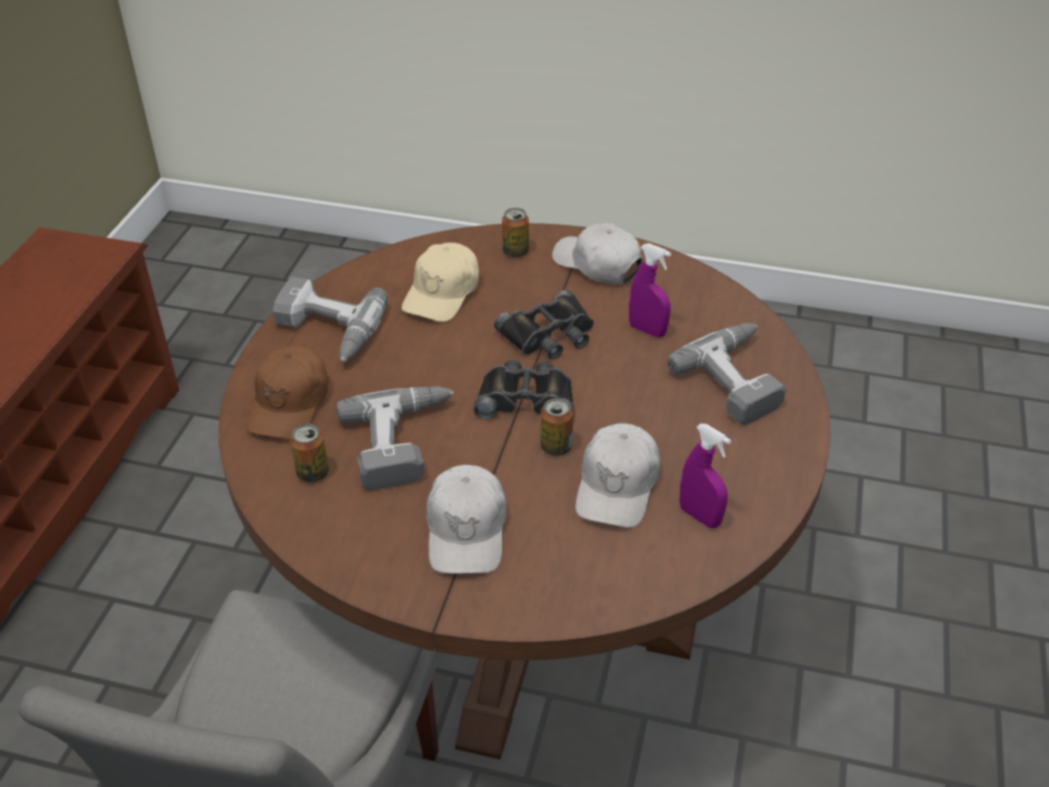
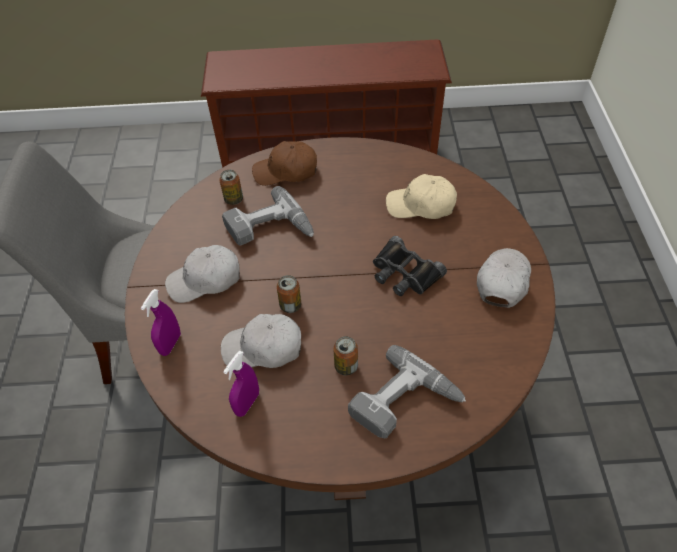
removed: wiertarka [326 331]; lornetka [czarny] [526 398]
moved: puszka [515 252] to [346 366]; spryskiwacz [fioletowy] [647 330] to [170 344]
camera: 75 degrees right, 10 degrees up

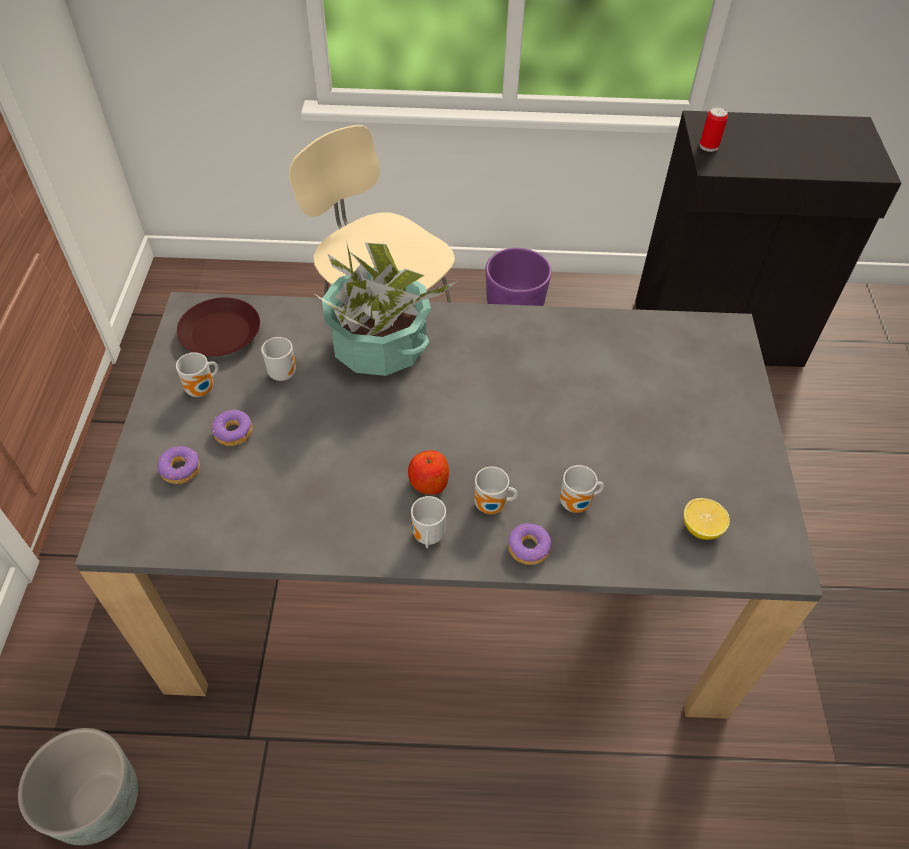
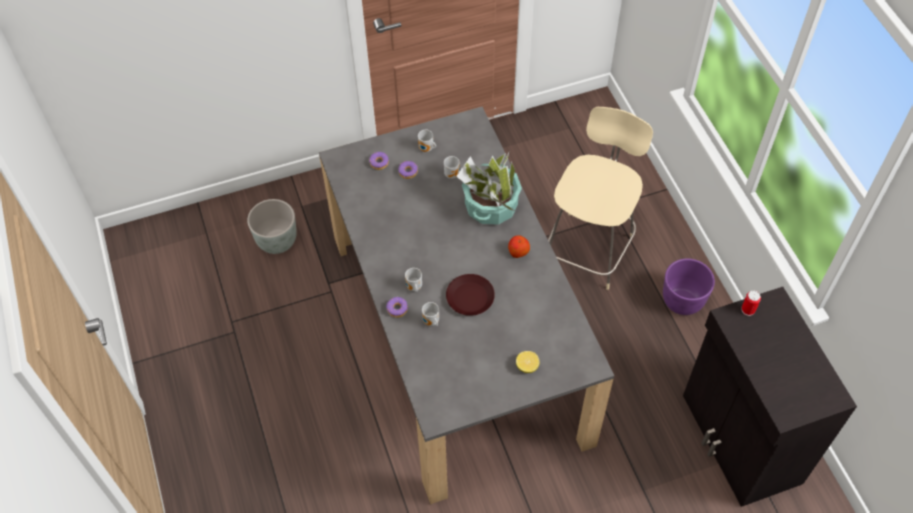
removed: kubek [427 537]
moved: talerz [brązowy] [221 333] to [470 298]; jabłko [428 482] to [518 251]; cytryna [701 528] to [527 366]
camera: 70 degrees right, 5 degrees up

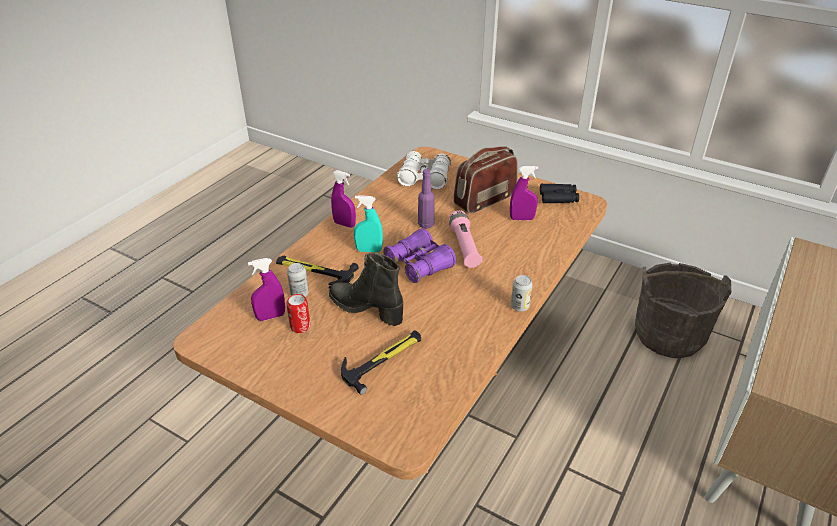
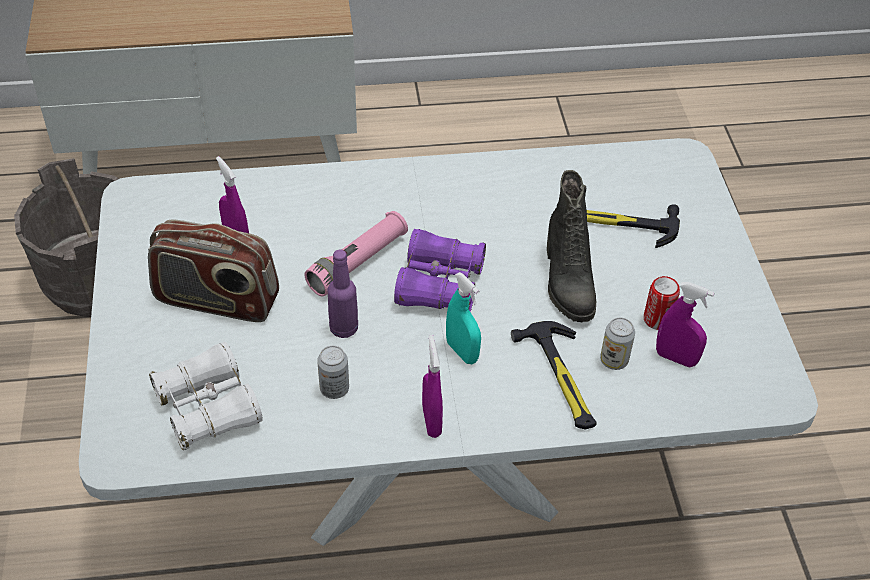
removed: lornetka [czarny] [558 198]
moved: puszka [519 306] to [334 389]
recoloured: stół jadalny [brązowy] [419 399] to stół jadalny [biały] [429 468]
camera: 130 degrees left, 10 degrees up

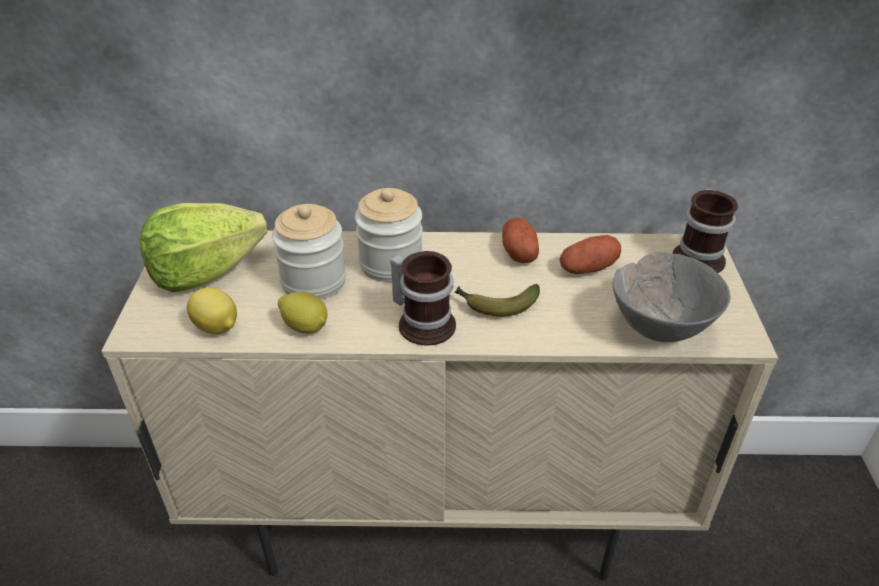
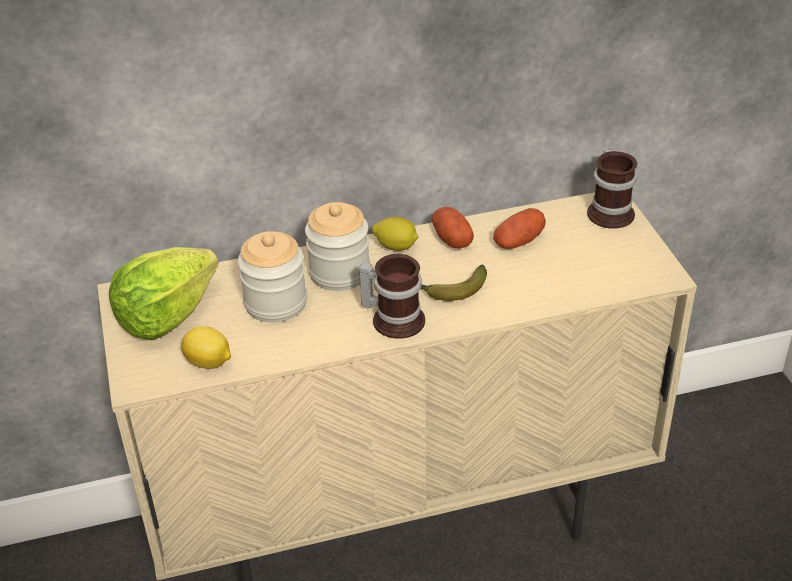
removed: miska [szary] [659 327]
moved: cytryna [305 326] to [396 247]
camera: 15 degrees left, 0 degrees up

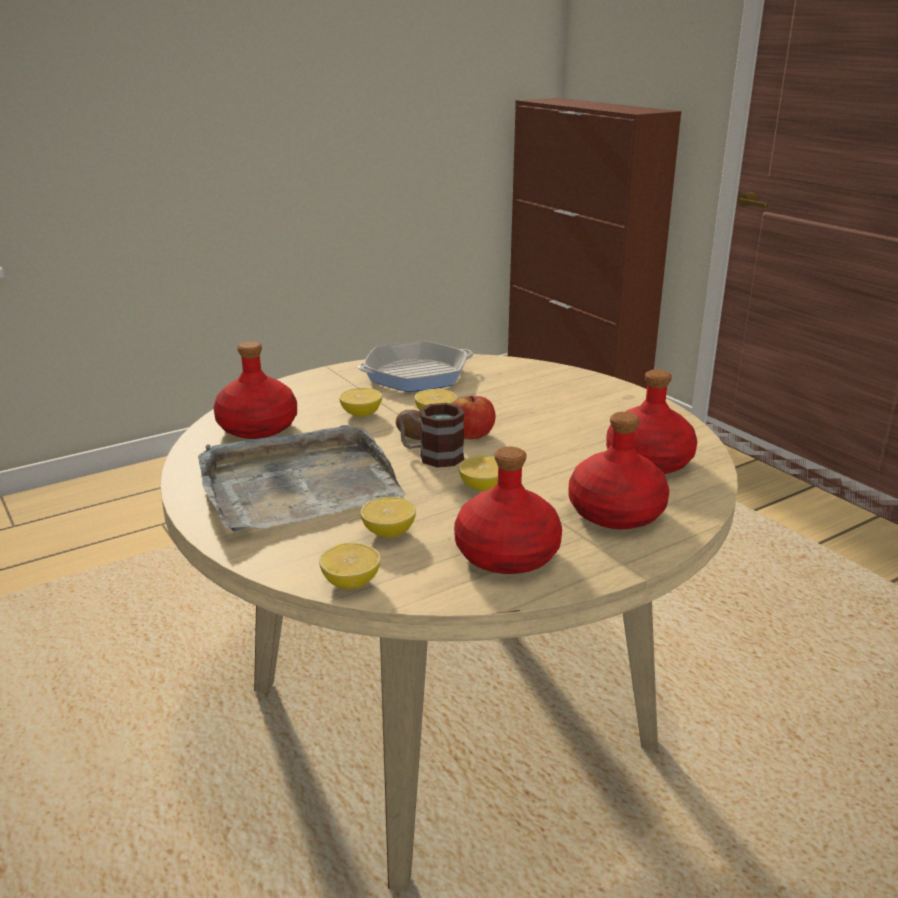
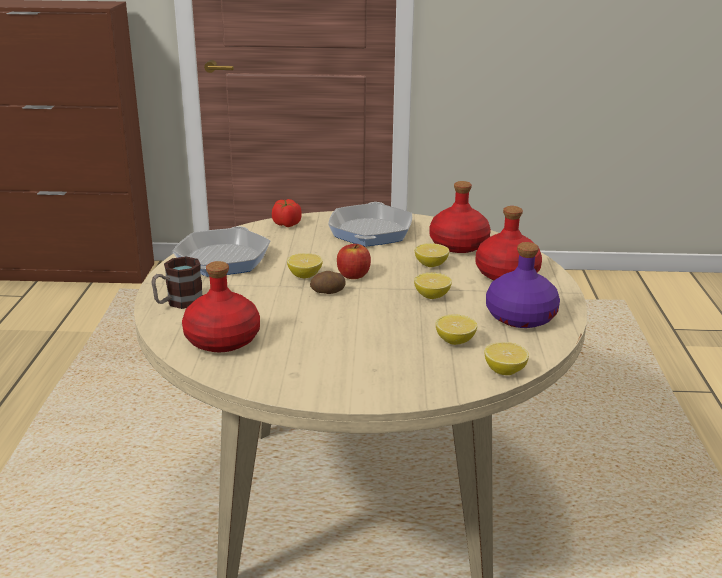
removed: taca [szary] [297 485]
added: pomidor [287 224]; patelnia [370 231]
moved: cytryna [361 414] to [431 265]; kubek [432 456] to [178 303]
recoloured: butelka [czerwony] [506 554] to butelka [fioletowy] [519 316]
camera: 55 degrees left, 0 degrees up

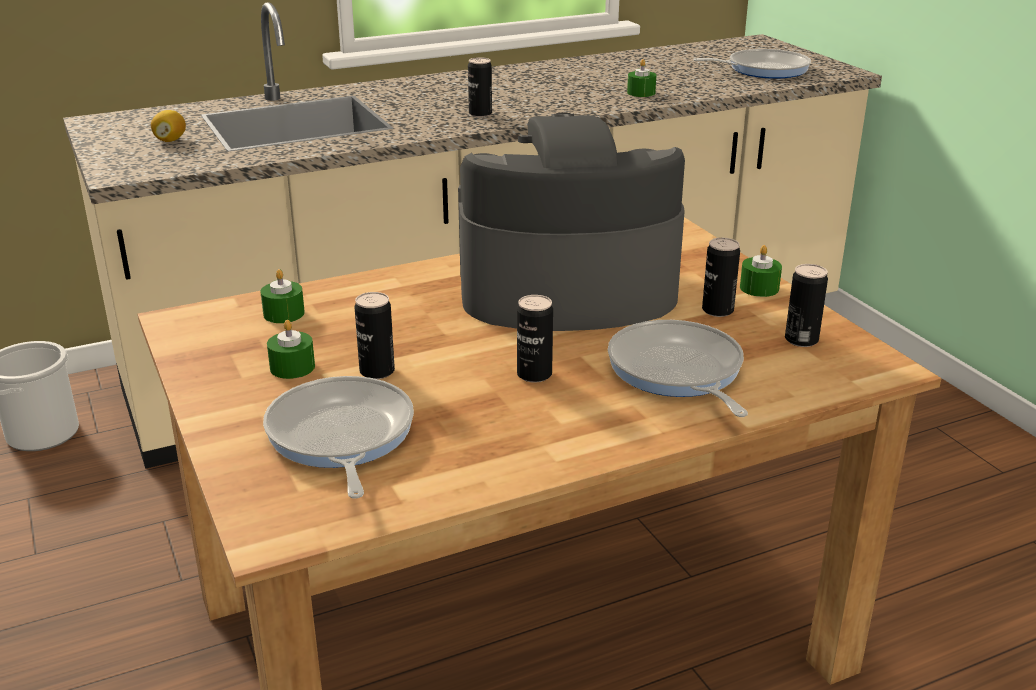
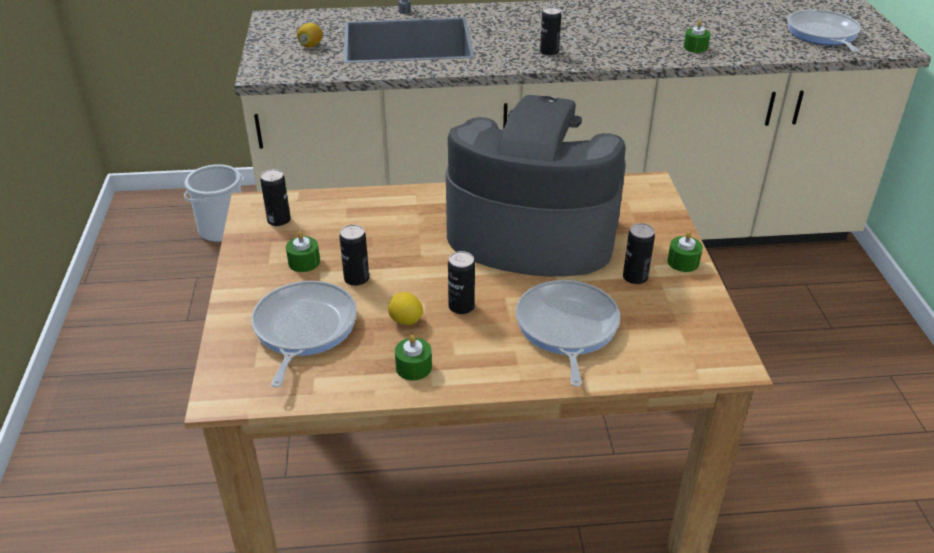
added: cytryna [405 321]
moved: świeca [zielony] [284 314] to [413 367]; puszka [801 340] to [279 220]
turned: patelnia [763 69] = [823 34] 105 degrees counterclockwise
camera: 20 degrees right, 10 degrees up

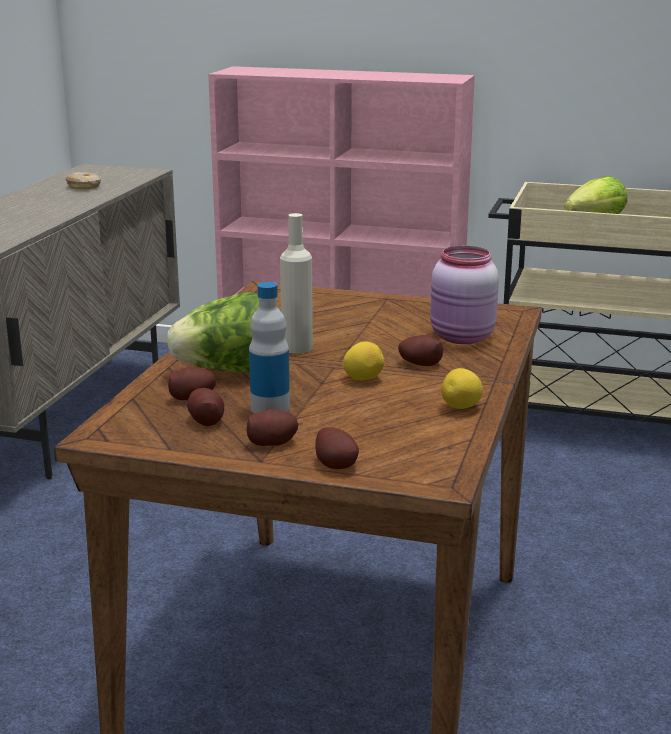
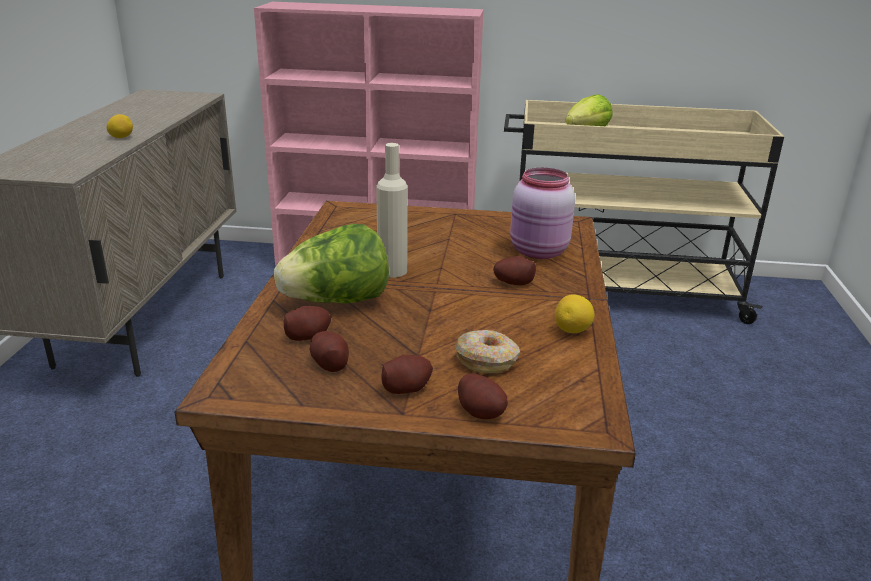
removed: butelka [270 408]
moved: donut [84 187] to [487 360]; cytryna [363 378] to [121 137]
camera: 10 degrees left, 5 degrees up

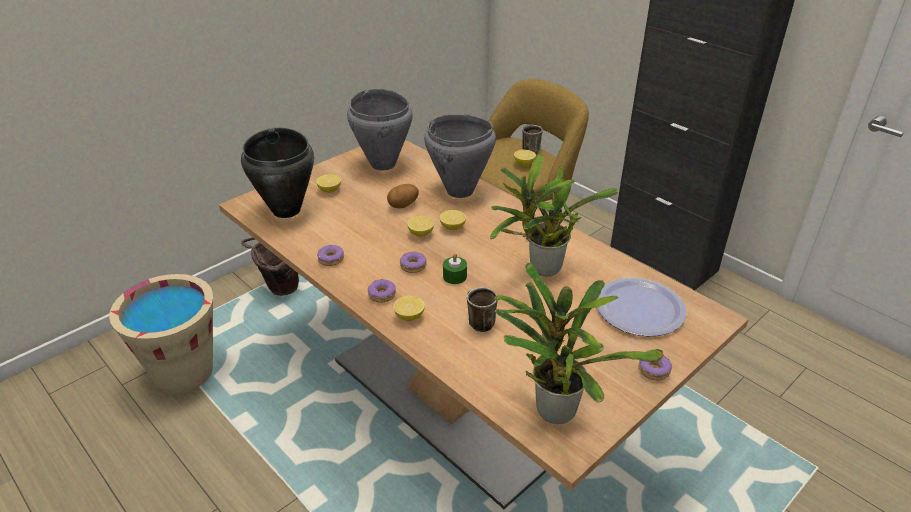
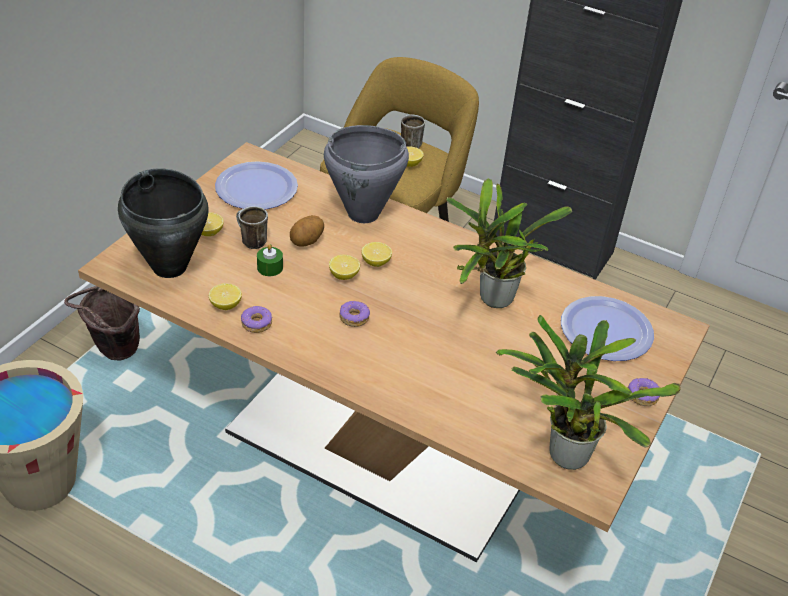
removed: donut [381 295]
moved: cytryna [409 316] to [225 305]; świeca [zielony] [454 276] to [270 268]; kubek [478 322] to [250 241]
replaced: garnek [szary] [383 164] to talerz [256 188]
camera: 20 degrees left, 5 degrees up

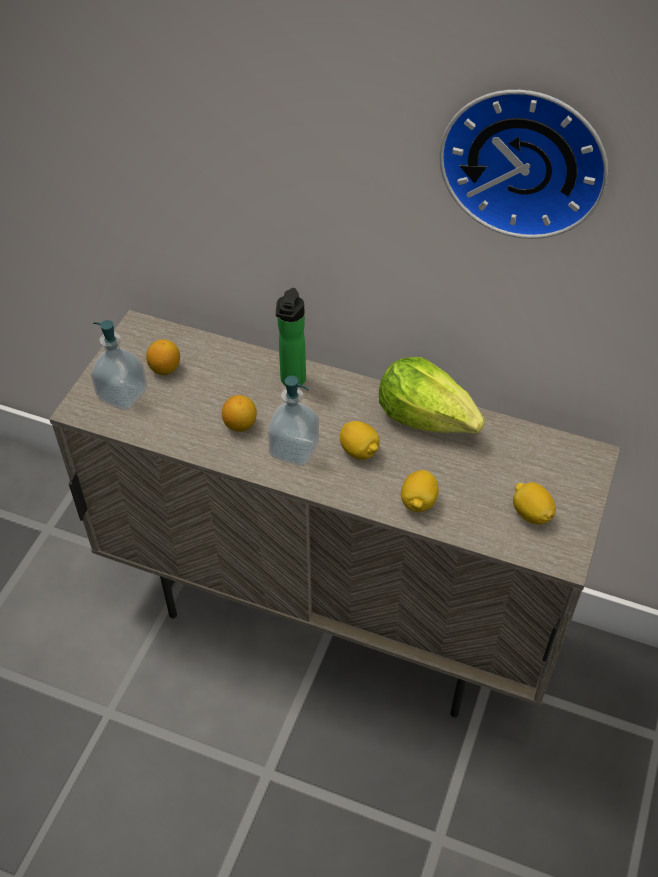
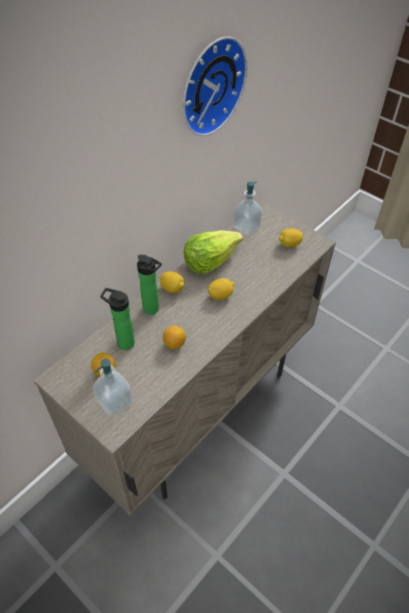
added: butelka [123 342]
moved: dozownik mydła [294 449] to [246 227]; cytryna [418 502] to [172 289]
camera: 70 degrees left, 0 degrees up

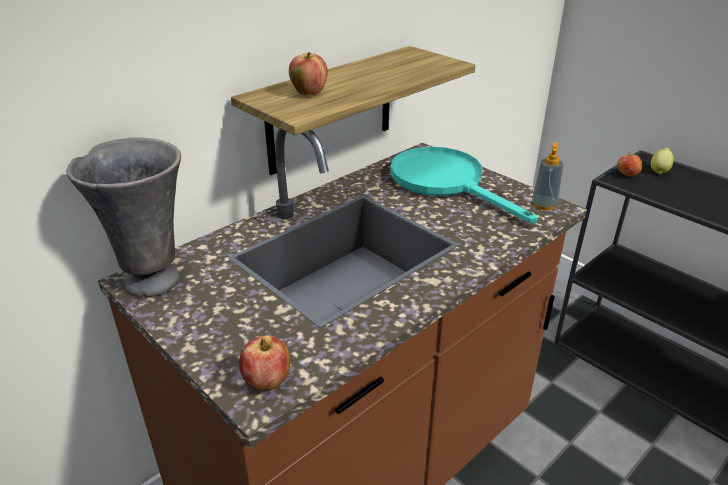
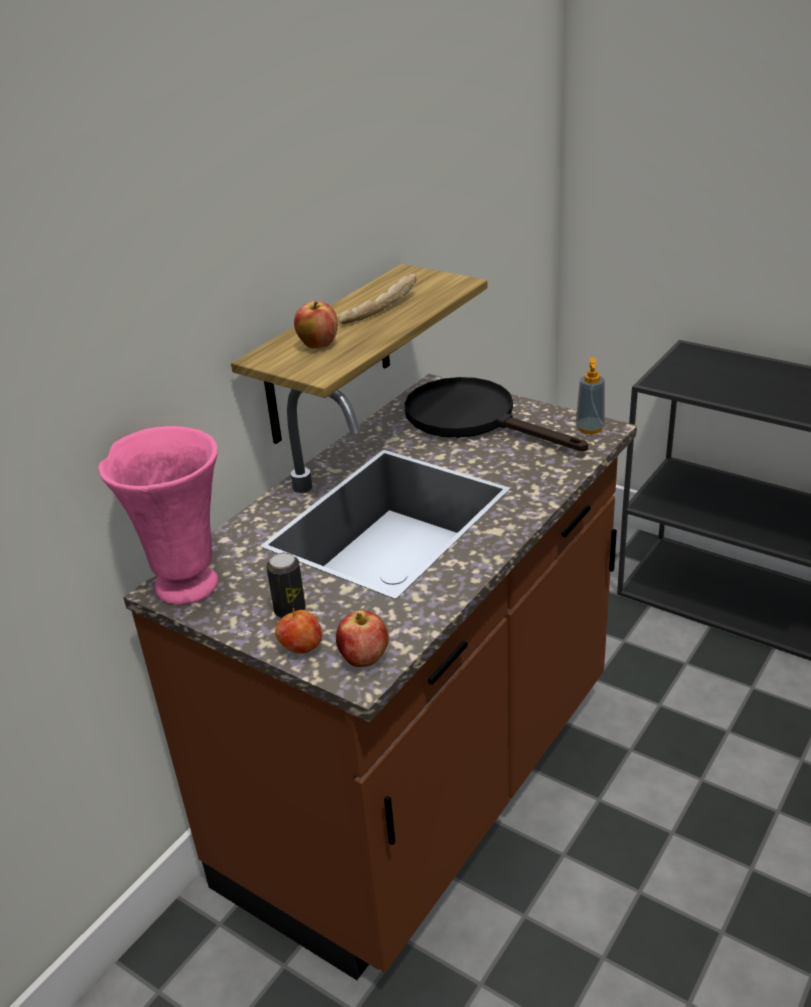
removed: cytryna [659 171]
added: puszka [290 610]; chleb [378 309]
moved: jabłko [626 175] to [301 648]
recoloured: wazon [szary] [153 279] to wazon [różowy] [187 583]; patelnia [turkusowy] [446 182] to patelnia [czarny] [473 419]
camera: 10 degrees left, 0 degrees up

